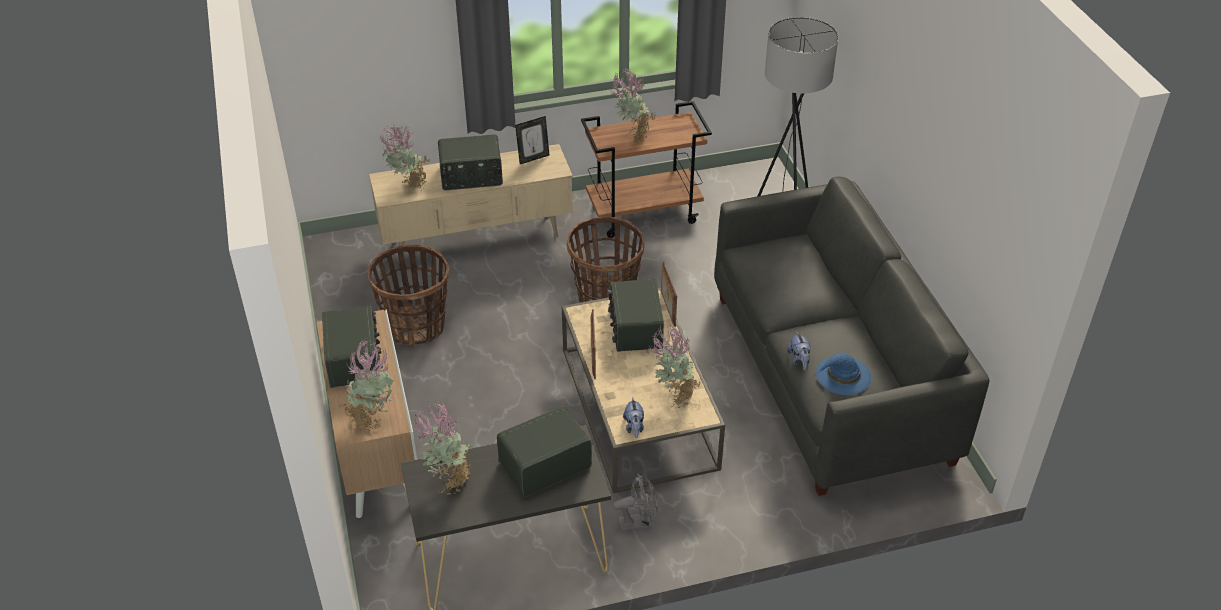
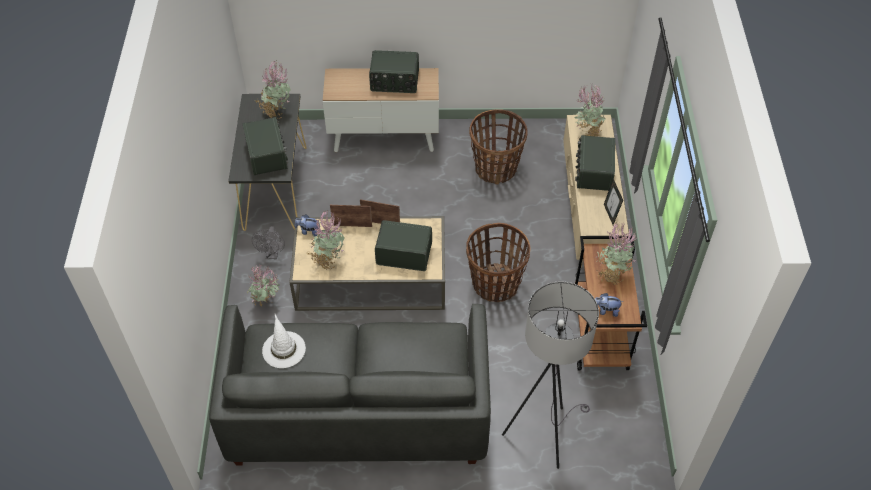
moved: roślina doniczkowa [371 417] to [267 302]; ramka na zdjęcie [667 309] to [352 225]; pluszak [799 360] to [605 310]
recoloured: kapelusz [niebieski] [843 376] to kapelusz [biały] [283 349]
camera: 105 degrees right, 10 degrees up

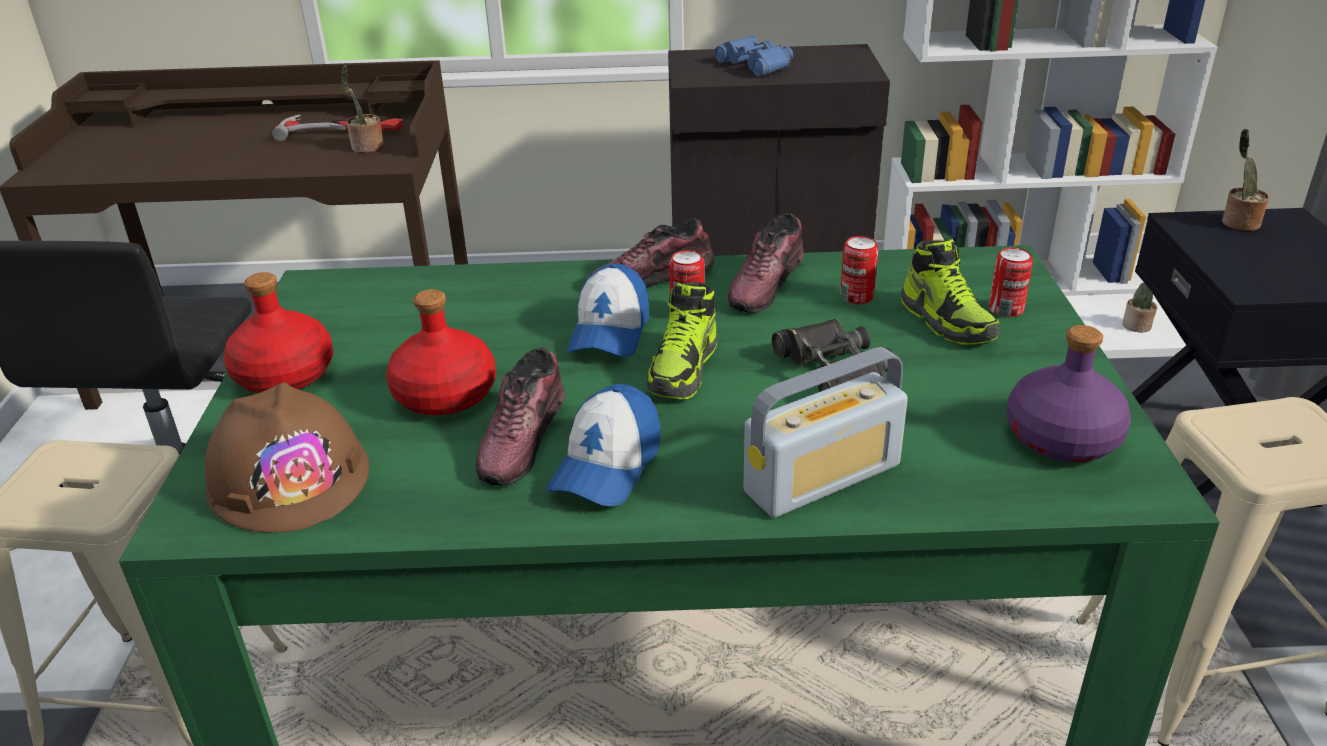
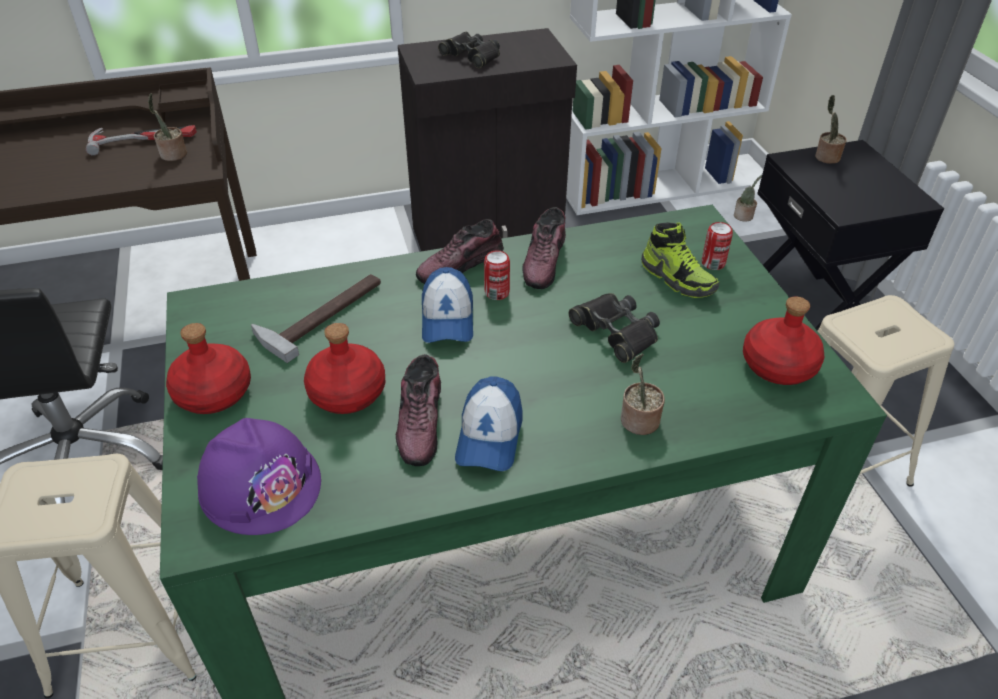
removed: but [684 369]; puszka [856 297]
added: młotek [321 313]
replaced: radio [822 478] to roślina doniczkowa [638 422]
recoloured: kask [brązowy] [290 478] to kask [fioletowy] [260 484]; lornetka [niebieski] [756 65] to lornetka [czarny] [472 56]; butelka [fioletowy] [1060 438] to butelka [czerwony] [777 366]
camera: 15 degrees left, 10 degrees up

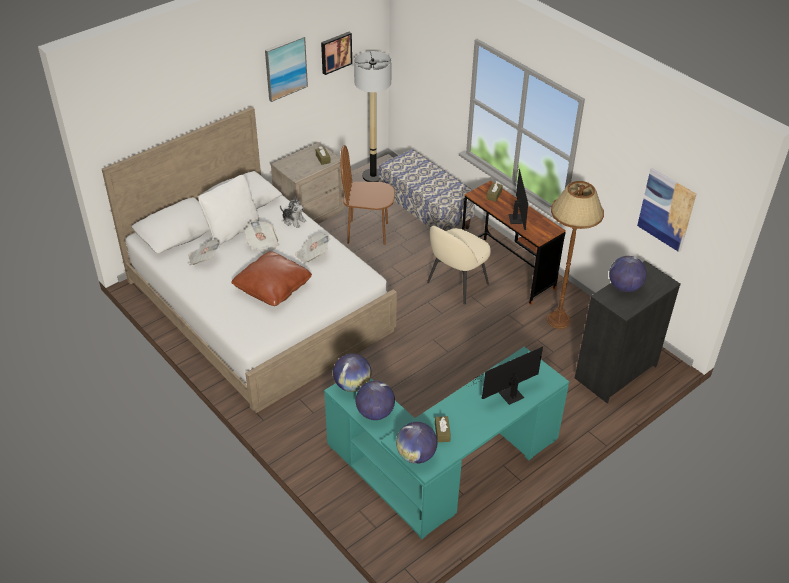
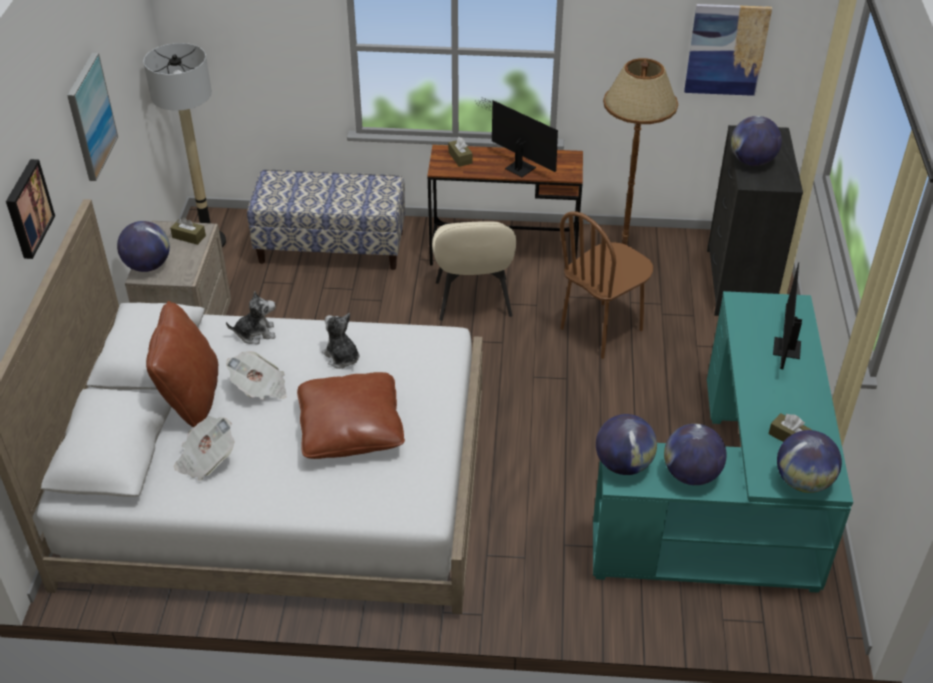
added: globus [148 265]
moved: obraz [335 52] to [27 208]; krzesło [brązowy] [367 232] to [602 330]
replaced: gazeta [312 255] to pluszak [341 357]
recoloured: poduszka [biały] [232 230] to poduszka [brązowy] [191 398]
camera: 45 degrees left, 0 degrees up

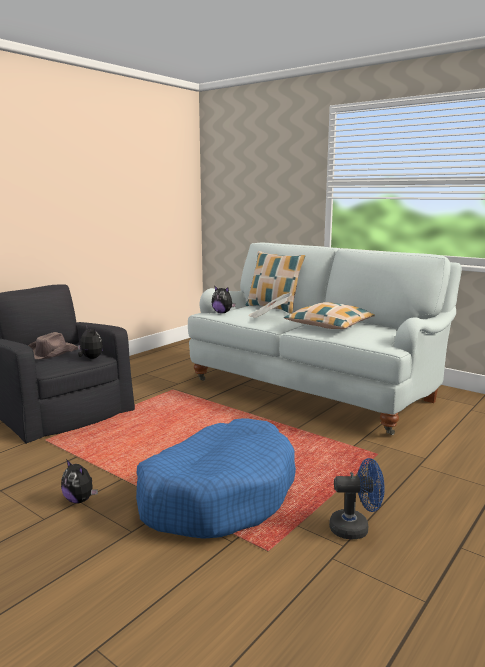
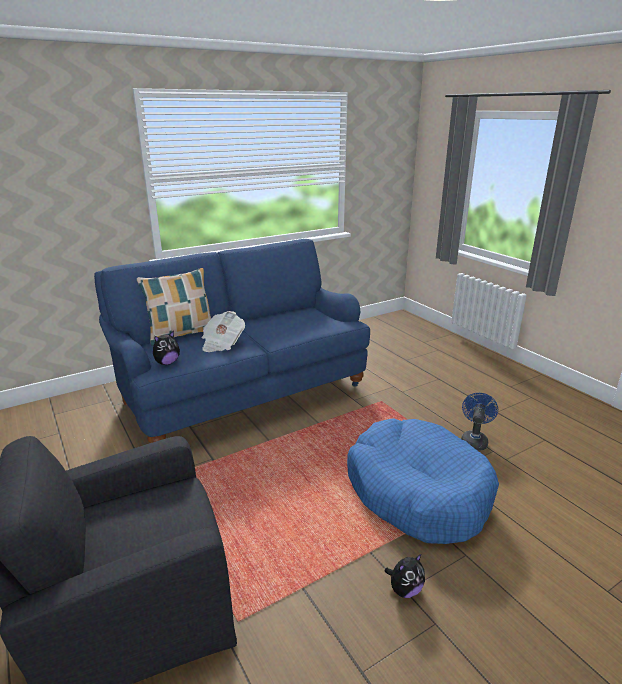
removed: kapelusz [brązowy] [50 353]; pluszak [90 358]; poduszka [329 325]
recoloured: kanapa [biały] [315 388] to kanapa [niebieski] [241 391]
camera: 70 degrees left, 10 degrees up

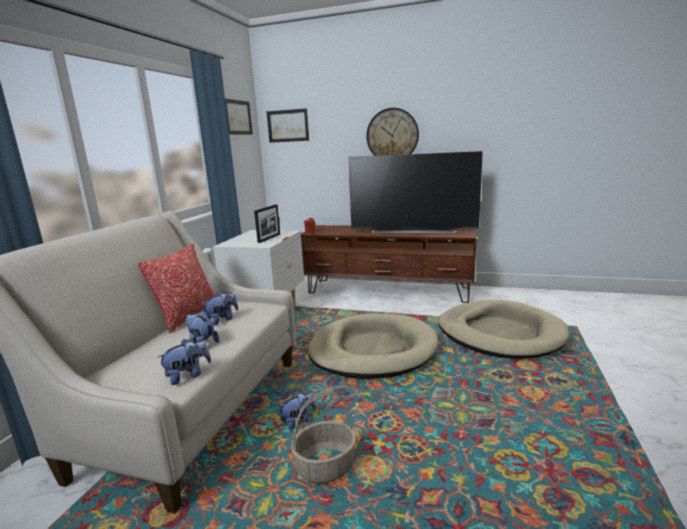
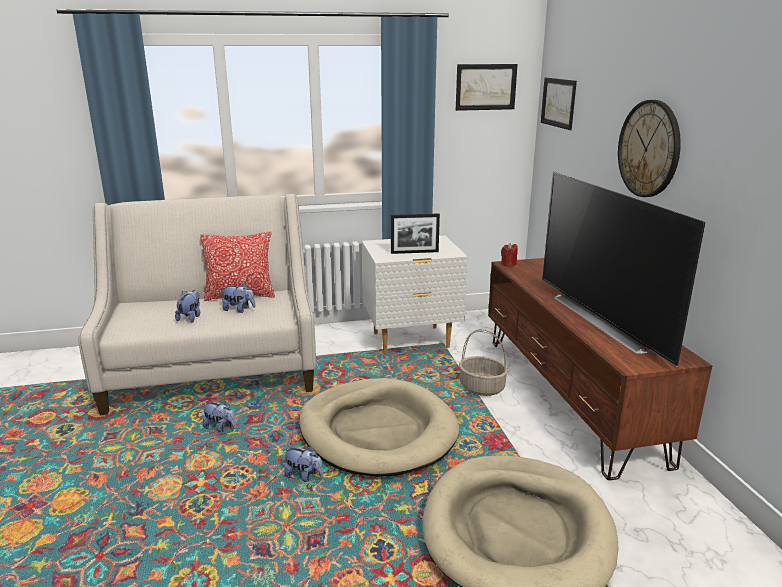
moved: pluszak [188 375] to [304 476]; koszyk [326 466] to [482 387]
camera: 60 degrees right, 5 degrees up

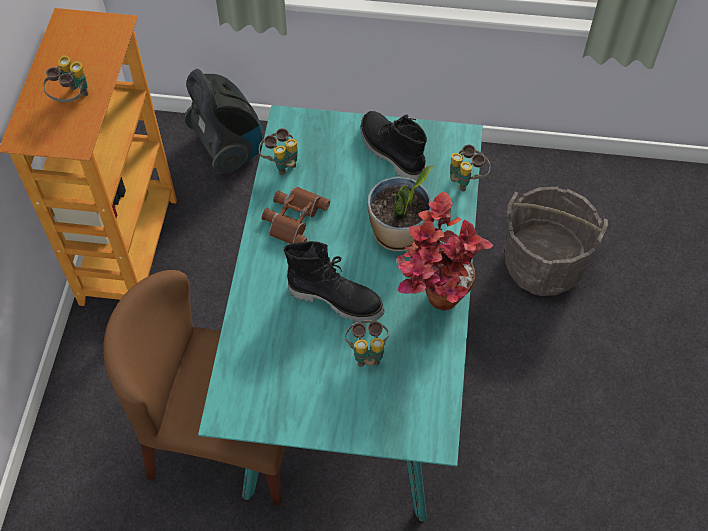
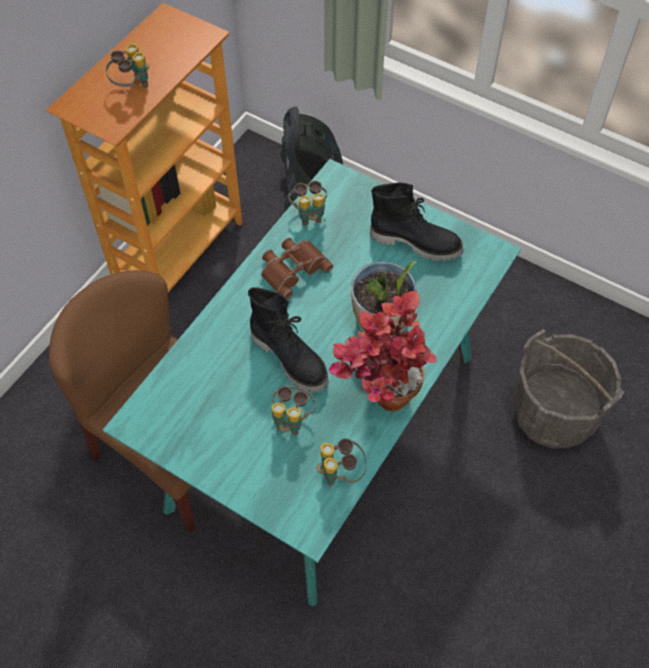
moved: lornetka [466 179] to [340 472]
turned: but z cholewką [czarny] [390 153] = [416 242] 120 degrees clockwise
camera: 25 degrees right, 0 degrees up

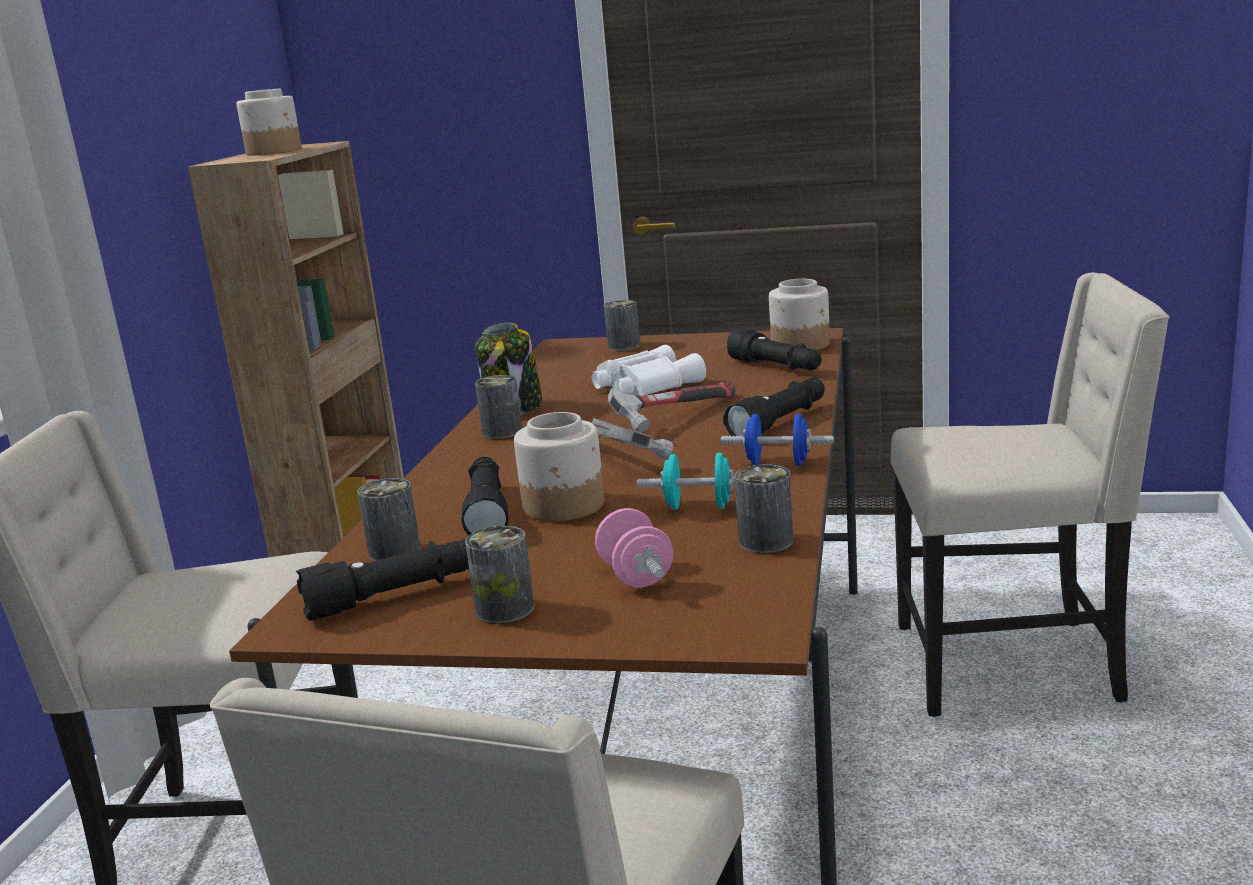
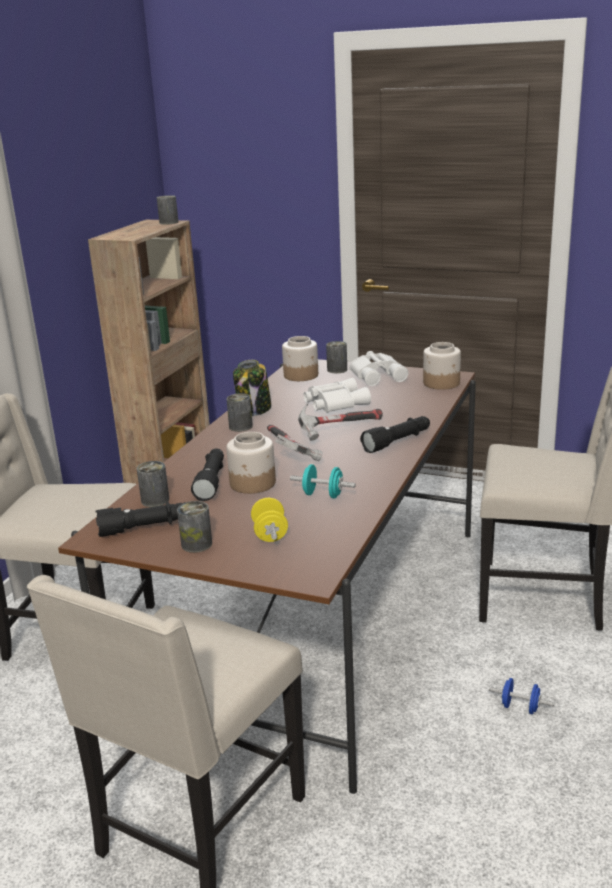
removed: latarka [czarny] [776 367]
added: lornetka [biały] [378 375]
moved: słoik [275 152] to [301 375]; hantel [niebieski] [778 463] to [520 707]; puszka [765 541] to [169 222]
recoloured: hantel [różowy] [636 575] to hantel [żółty] [270 534]
camera: 10 degrees right, 5 degrees up

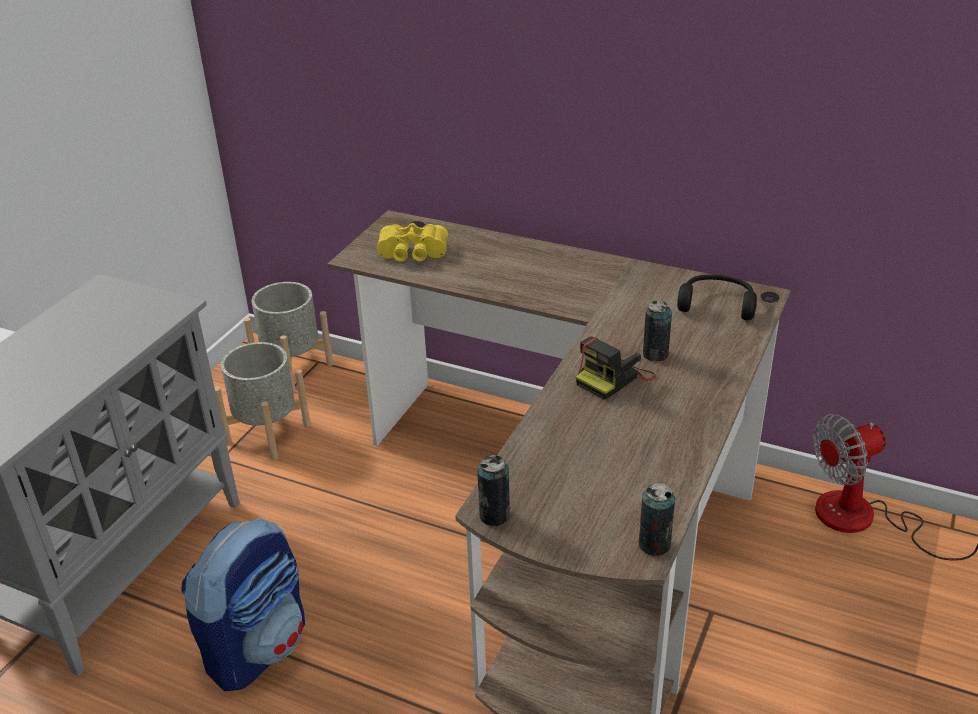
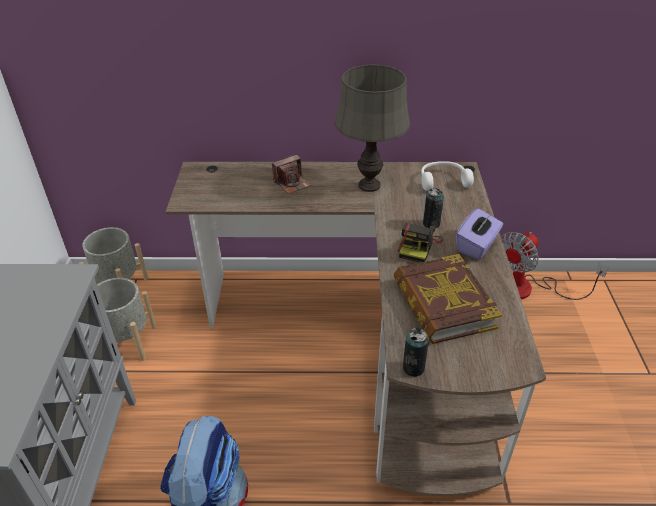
removed: lornetka [żółty] [412 254]; puszka [654 545]
added: aparat fotograficzny [292 183]; lampa stołowa [szary] [369 185]; książka [443 304]; pudełko chusteczek [fioletowy] [477 246]
recoloured: słuchawki [czarny] [717 304] to słuchawki [biały] [443 181]
camera: 25 degrees left, 5 degrees up

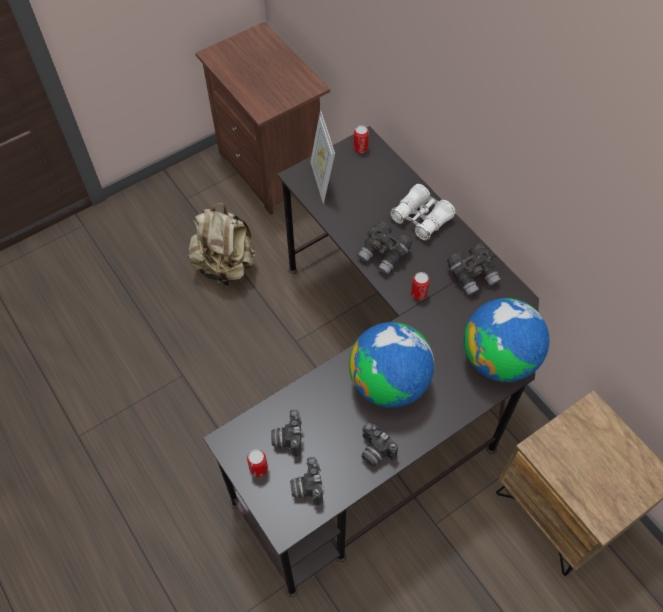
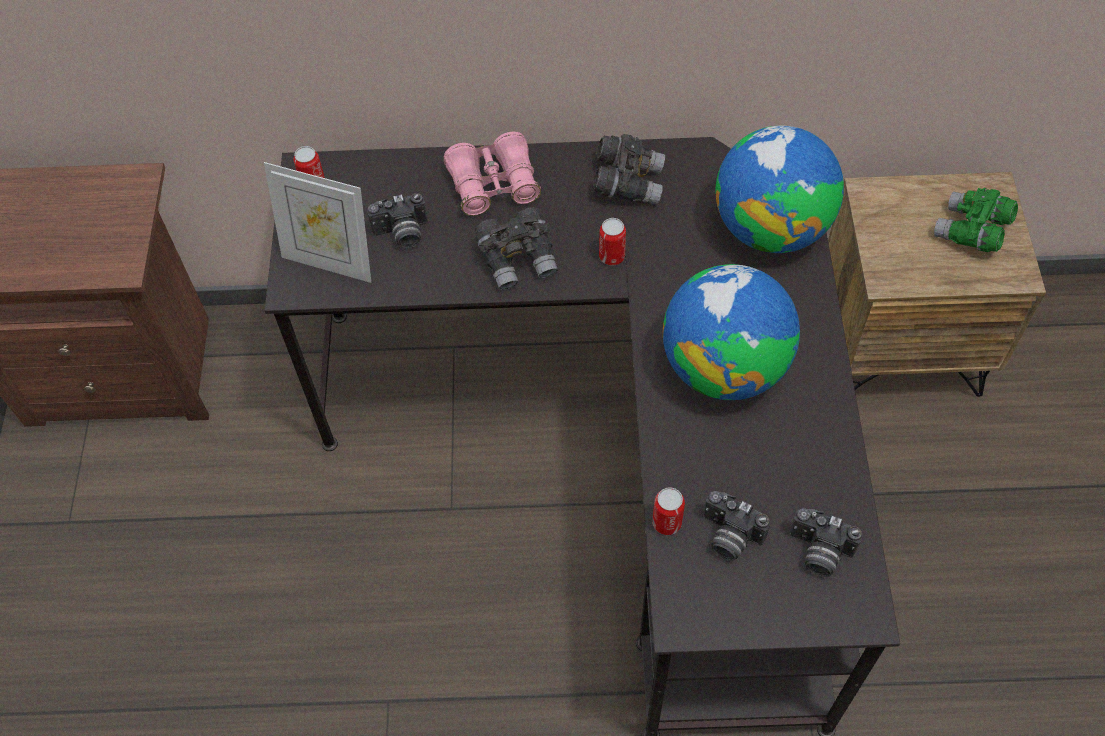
removed: plecak [beżowy] [225 266]
added: lornetka [zielony] [971 232]
moved: puszka [259 468] to [666 522]; aparat fotograficzny [374 452] to [402 234]
recoloured: lornetka [biały] [421 218] to lornetka [różowy] [493 184]
camera: 55 degrees left, 0 degrees up

